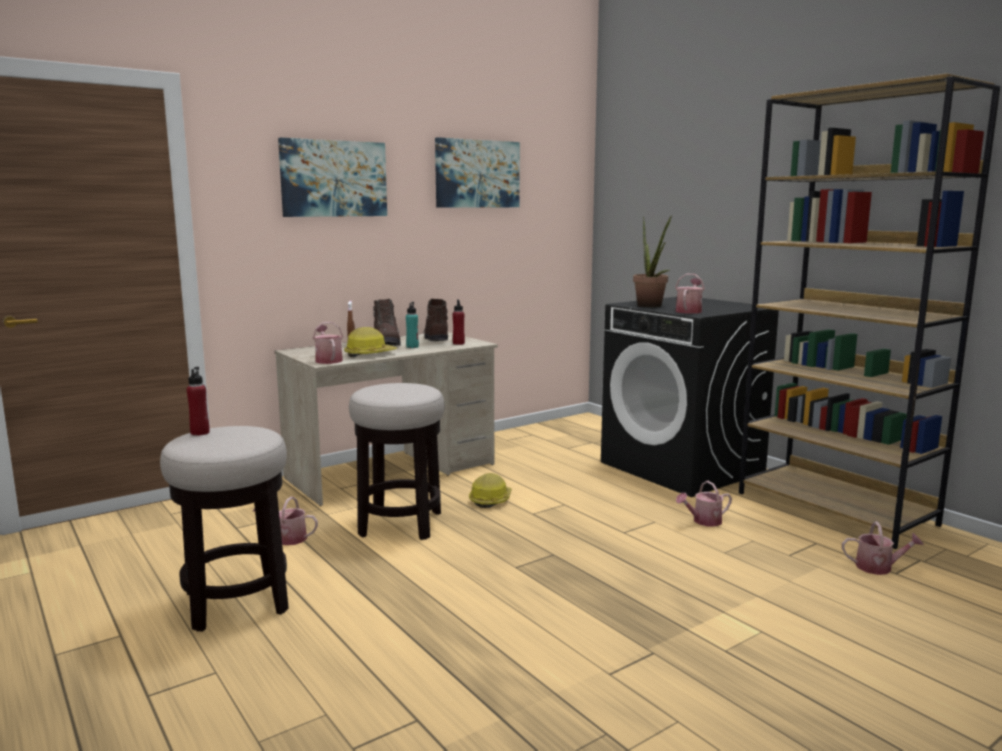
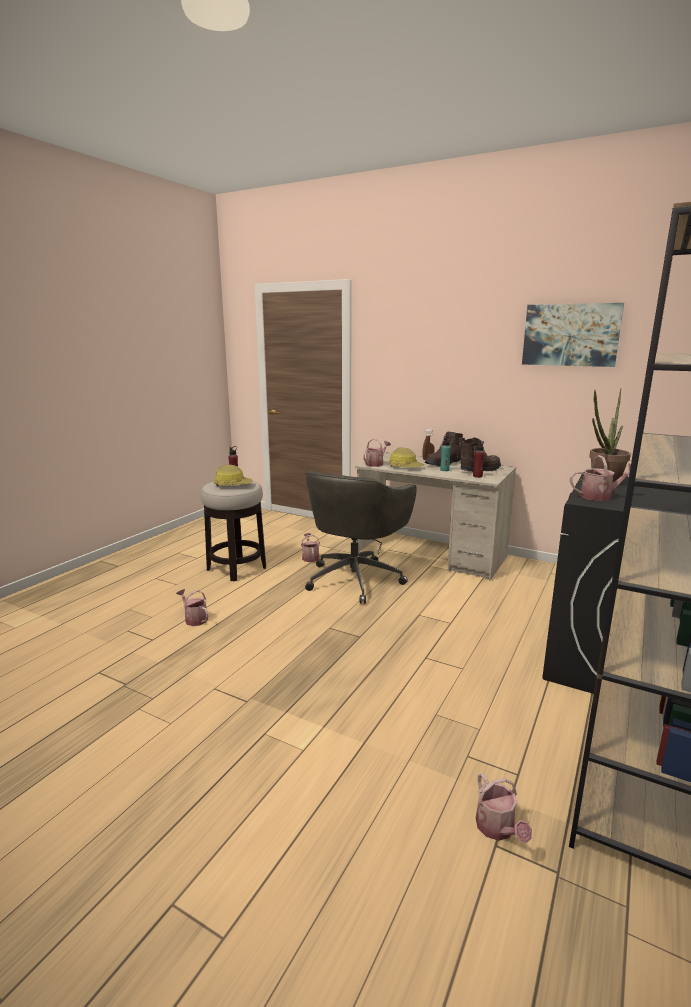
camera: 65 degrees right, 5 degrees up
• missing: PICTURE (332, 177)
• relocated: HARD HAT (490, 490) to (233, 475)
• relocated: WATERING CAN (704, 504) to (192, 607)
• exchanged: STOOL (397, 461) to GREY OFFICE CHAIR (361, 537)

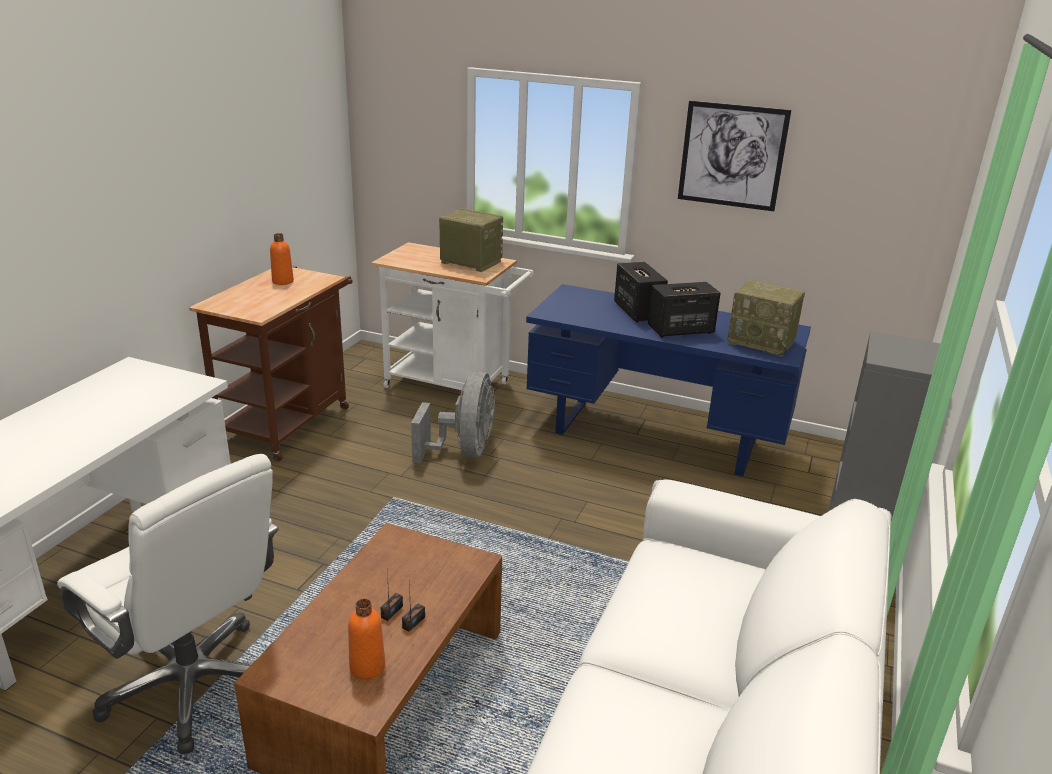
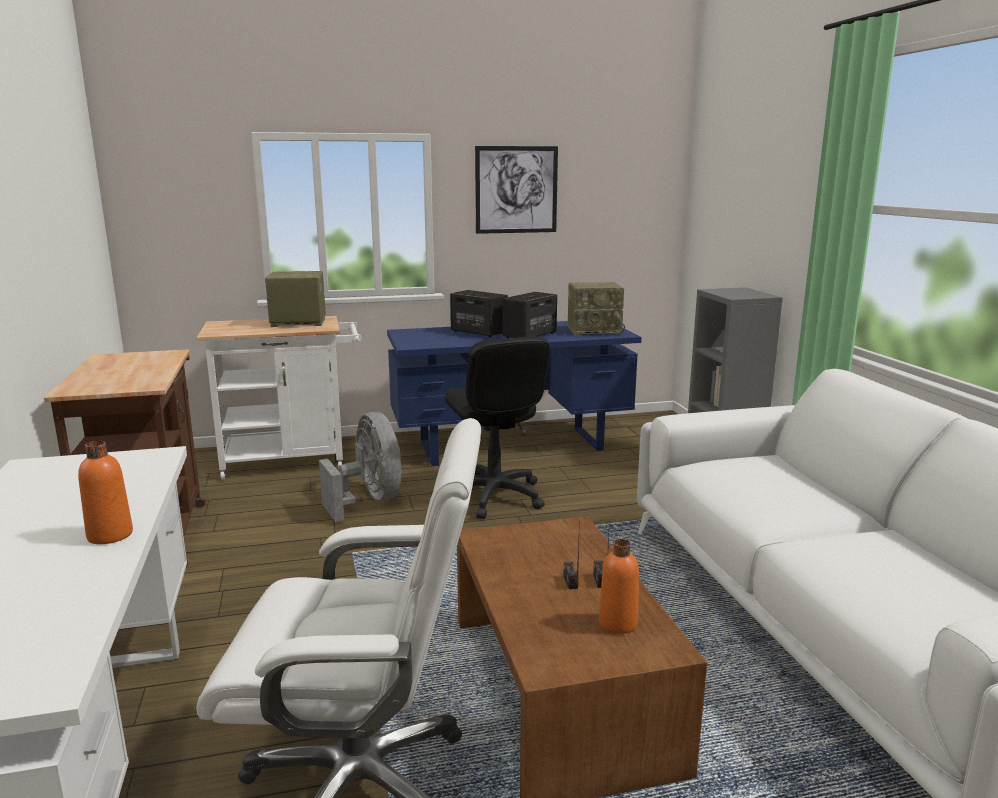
camera: 35 degrees left, 10 degrees down
• appeared: BLACK OFFICE CHAIR (497, 427)
• relocated: ORANGE BOTTLE (282, 259) to (105, 492)

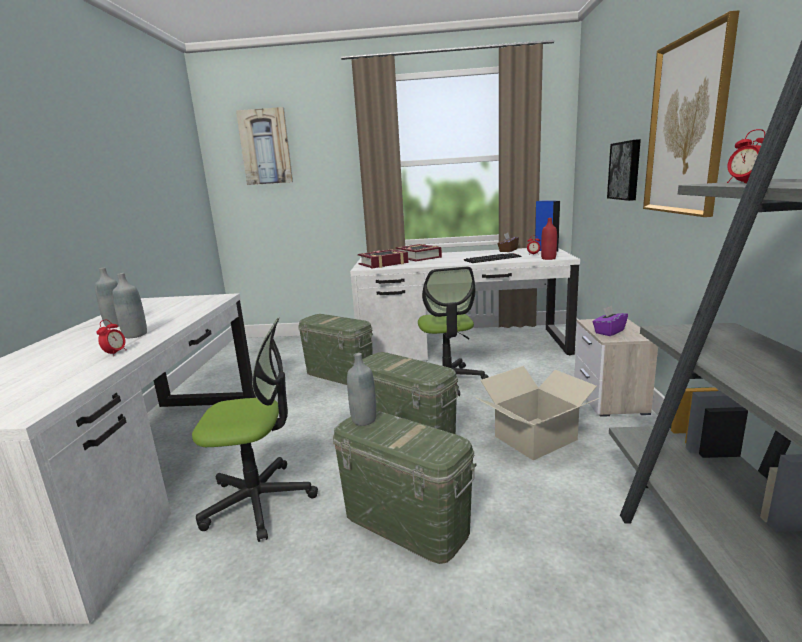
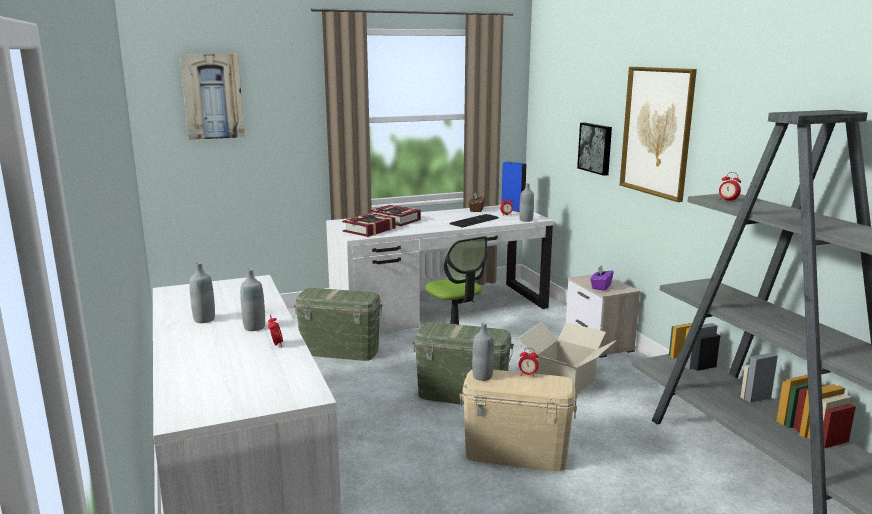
camera: 25 degrees left, 0 degrees up
• missing: OFFICE CHAIR (255, 430)
• appeared: ALARM CLOCK (529, 363)
• colour: GREEN STORAGE BOX (405, 487) to BEIGE STORAGE BOX (518, 420)
• colour: RED BOTTLE (549, 239) to GREY BOTTLE (526, 202)

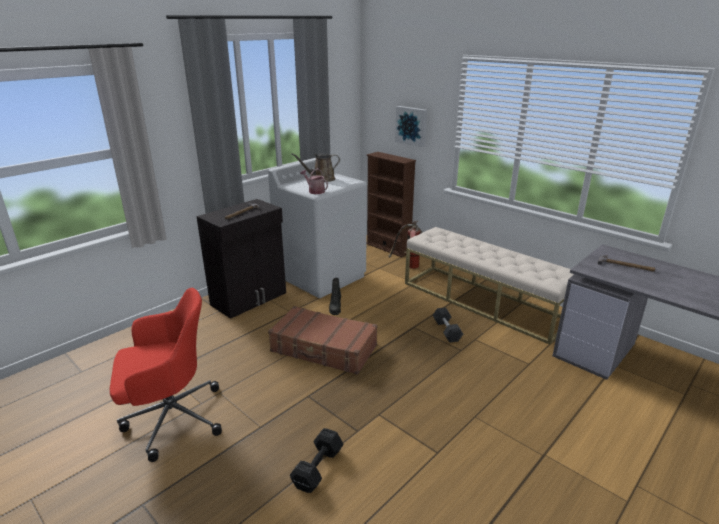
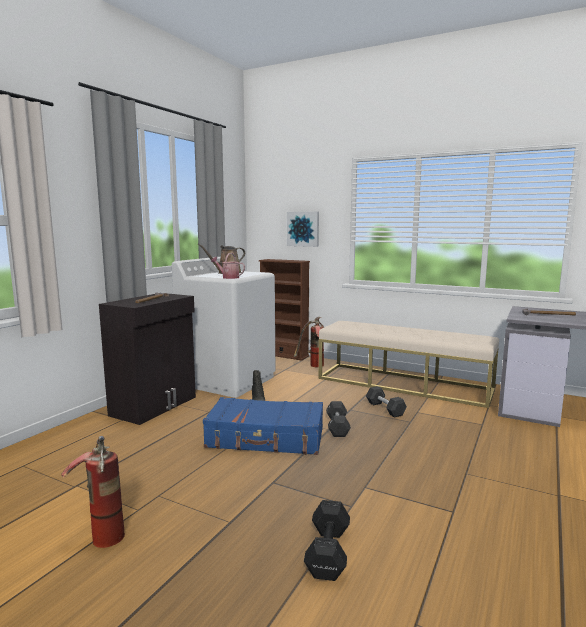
camera: 15 degrees left, 15 degrees down
• appeared: BLACK DUMBBELL (338, 419)
• exchanged: RED OFFICE CHAIR (166, 375) to FIRE EXTINGUISHER (93, 492)
• colour: BROWN SUITCASE (322, 340) to BLUE SUITCASE (263, 426)

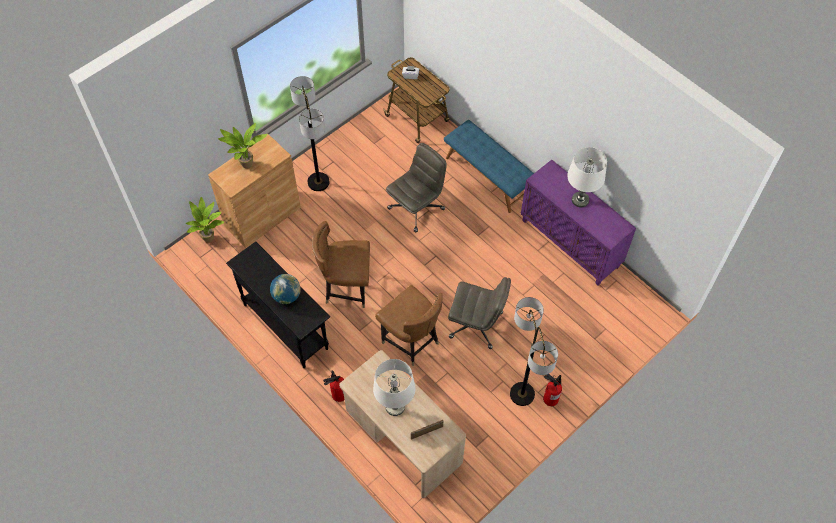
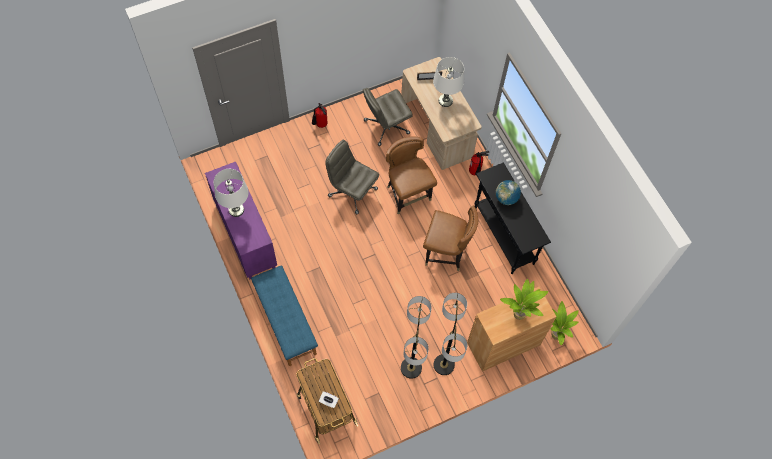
camera: 165 degrees left, 5 degrees up
• relocated: GREY OFFICE CHAIR (416, 187) to (388, 117)
• relocated: FLOOR LAMP (534, 351) to (416, 337)

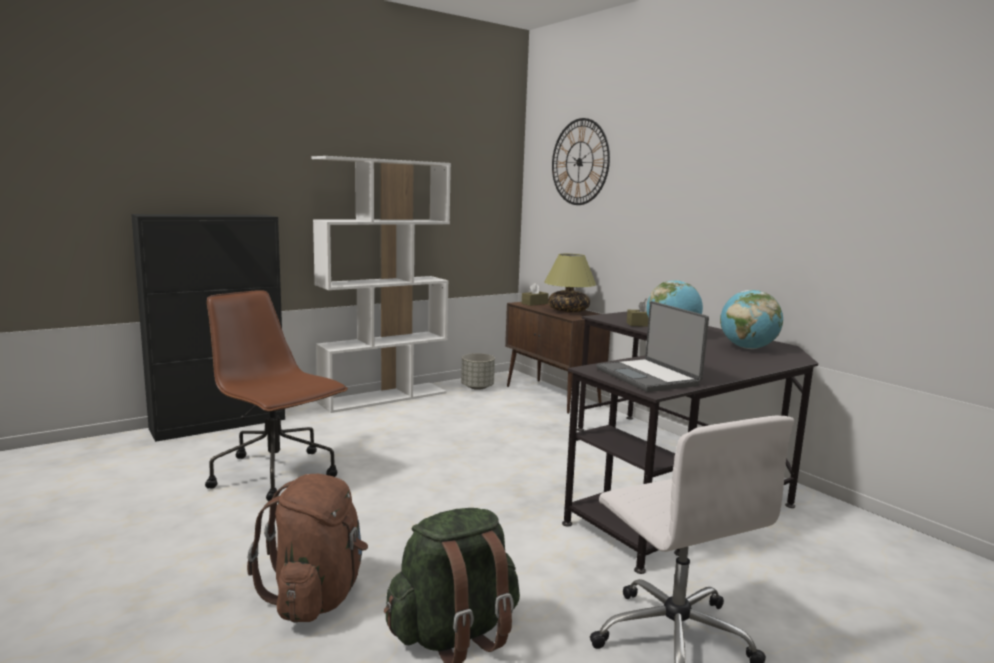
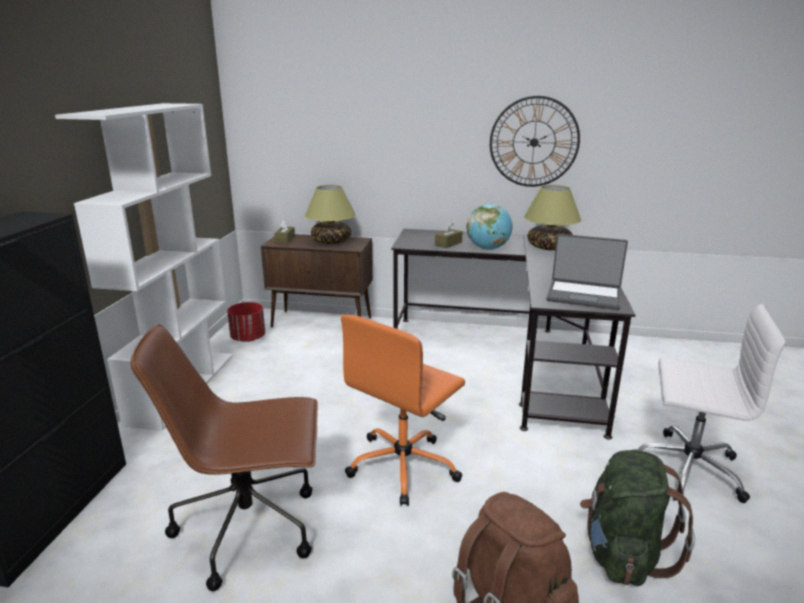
camera: 45 degrees left, 10 degrees up
• appeared: ORANGE OFFICE CHAIR (403, 410)
• relocated: WALL CLOCK (581, 161) to (535, 141)
• exchanged: GLOBE (751, 319) to TABLE LAMP (552, 217)
• colour: GREY PLANTER (478, 371) to RED PLANTER (246, 322)

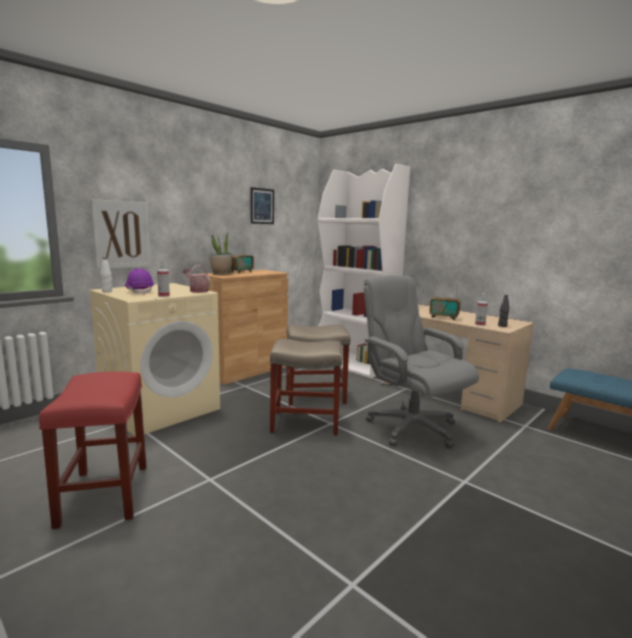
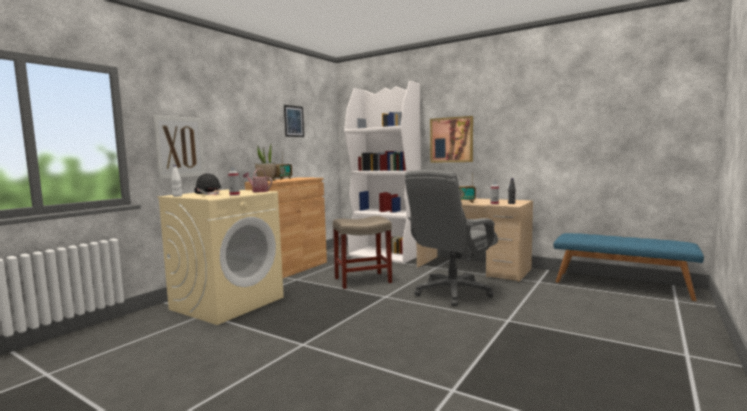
camera: 10 degrees left, 5 degrees down
• missing: RED STOOL (93, 450)
• missing: BEIGE STOOL (306, 387)
• appeared: PICTURE (451, 139)
• colour: PURPLE HARD HAT (139, 281) to BLACK HARD HAT (208, 184)
• spun: GREY OFFICE CHAIR (421, 361) = (451, 238) 90 degrees counterclockwise

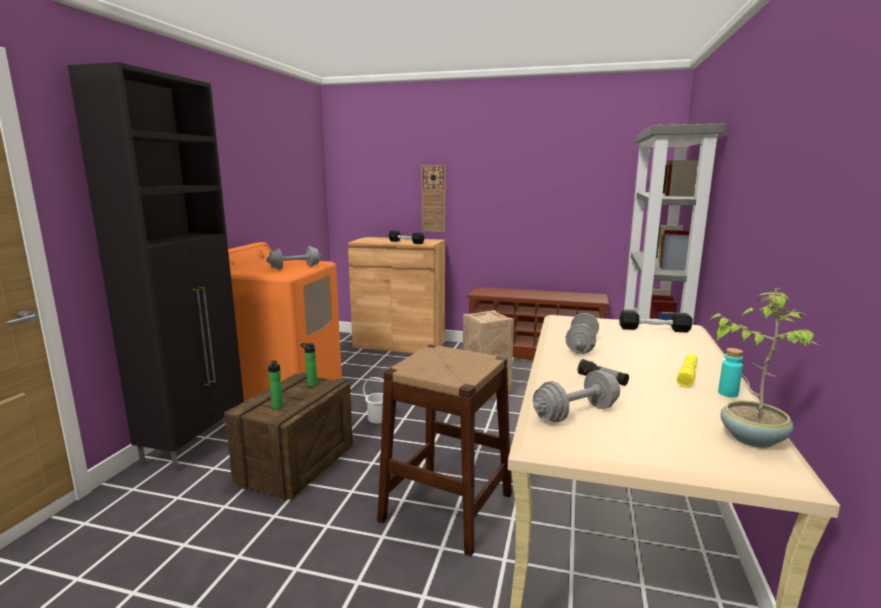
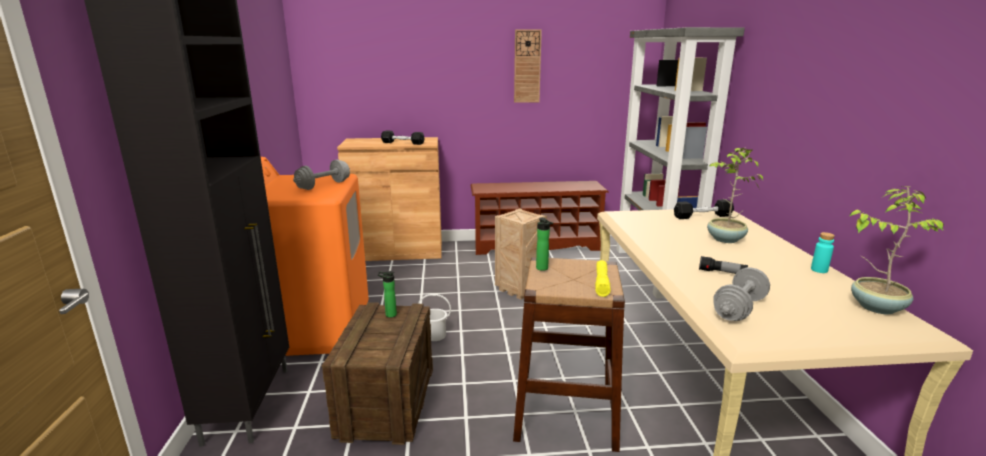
camera: 20 degrees left, 5 degrees up
• missing: GREY DUMBBELL (582, 333)
• appeared: POTTED PLANT (735, 195)
• relocated: BOTTLE (275, 384) to (544, 244)
• relocated: WALL CLOCK (433, 198) to (528, 66)
• relocated: YELLOW FLASHLIGHT (687, 370) to (603, 278)

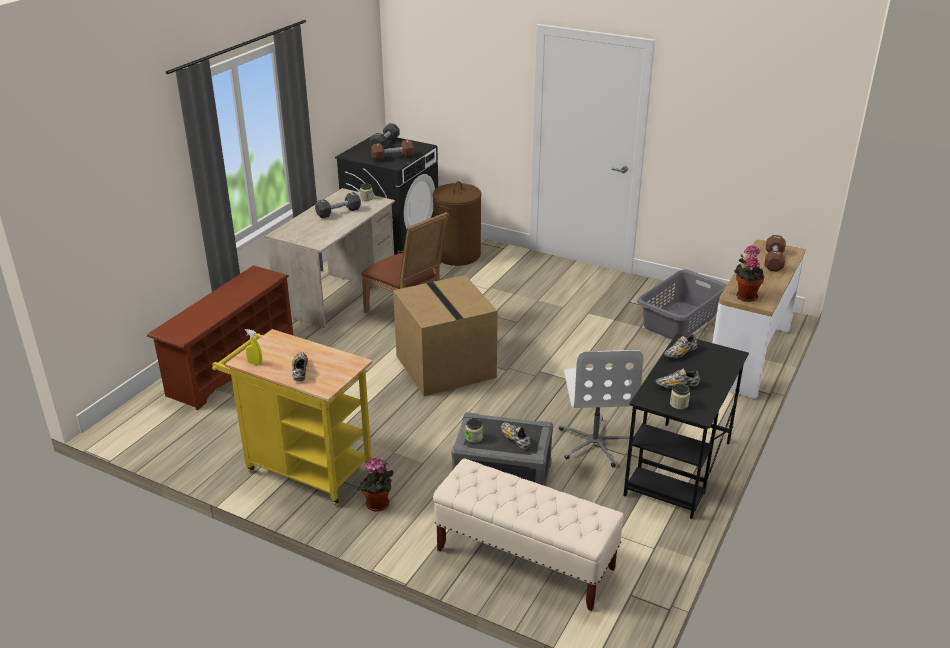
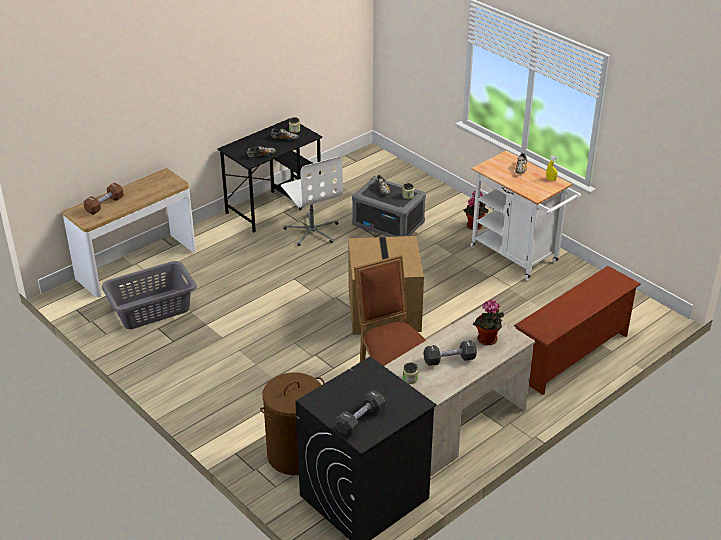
camera: 160 degrees left, 5 degrees up
• missing: BROWN DUMBBELL (393, 150)
• missing: BEIGE BENCH (528, 534)
• relocated: POTTED PLANT (749, 273) to (488, 322)
• colour: YELLOW CART (292, 417) to WHITE CART (525, 215)
• spun: WHITE OFFICE CHAIR (601, 408) = (312, 201) 135 degrees clockwise

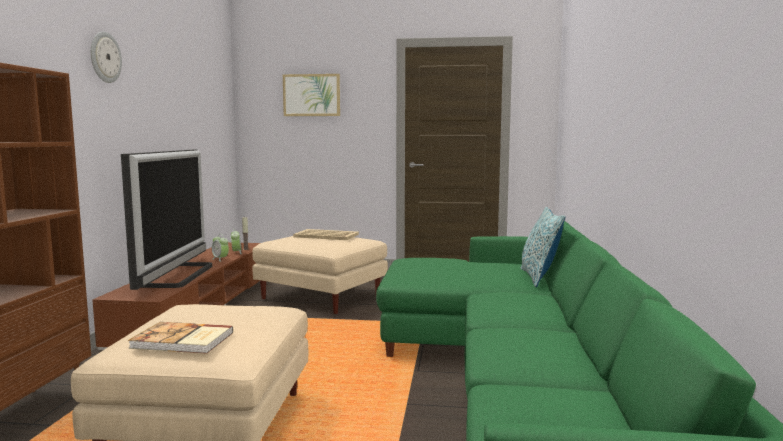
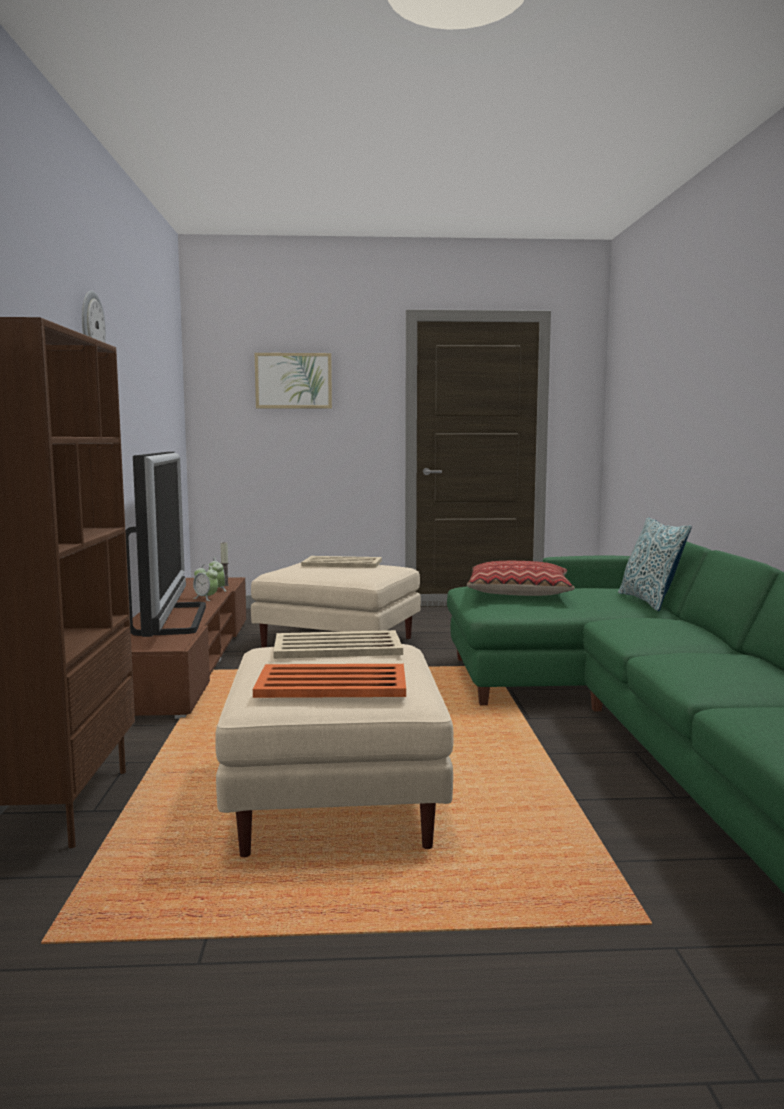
camera: 10 degrees left, 0 degrees up
• appeared: BEIGE TRAY (338, 644)
• appeared: PILLOW (521, 578)
• exchanged: BOOK (180, 338) to ORANGE TRAY (329, 681)

